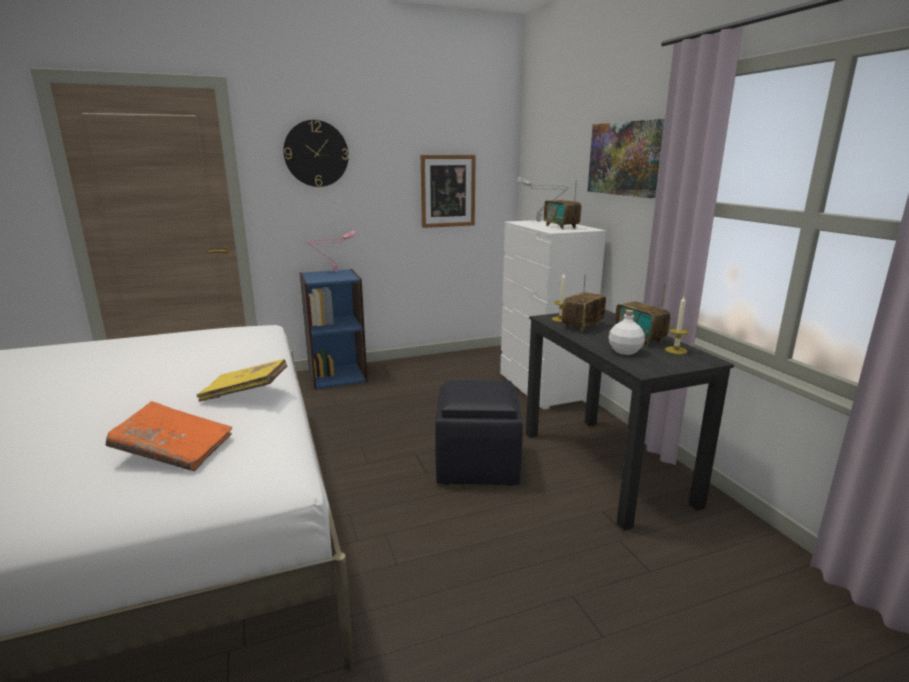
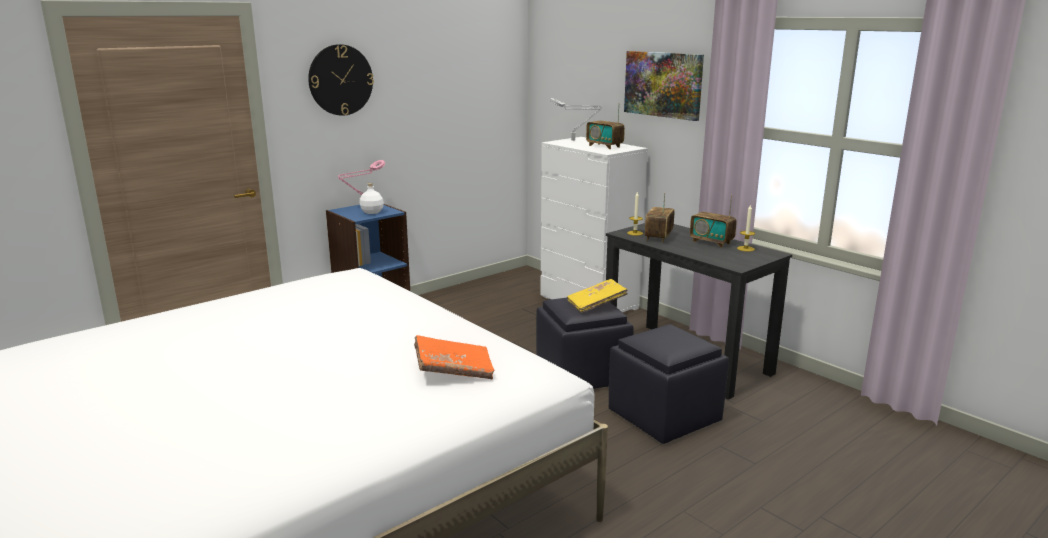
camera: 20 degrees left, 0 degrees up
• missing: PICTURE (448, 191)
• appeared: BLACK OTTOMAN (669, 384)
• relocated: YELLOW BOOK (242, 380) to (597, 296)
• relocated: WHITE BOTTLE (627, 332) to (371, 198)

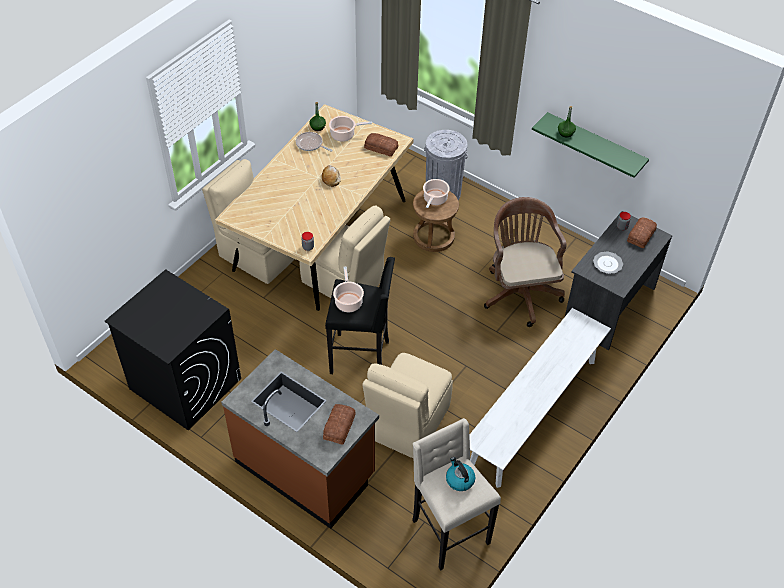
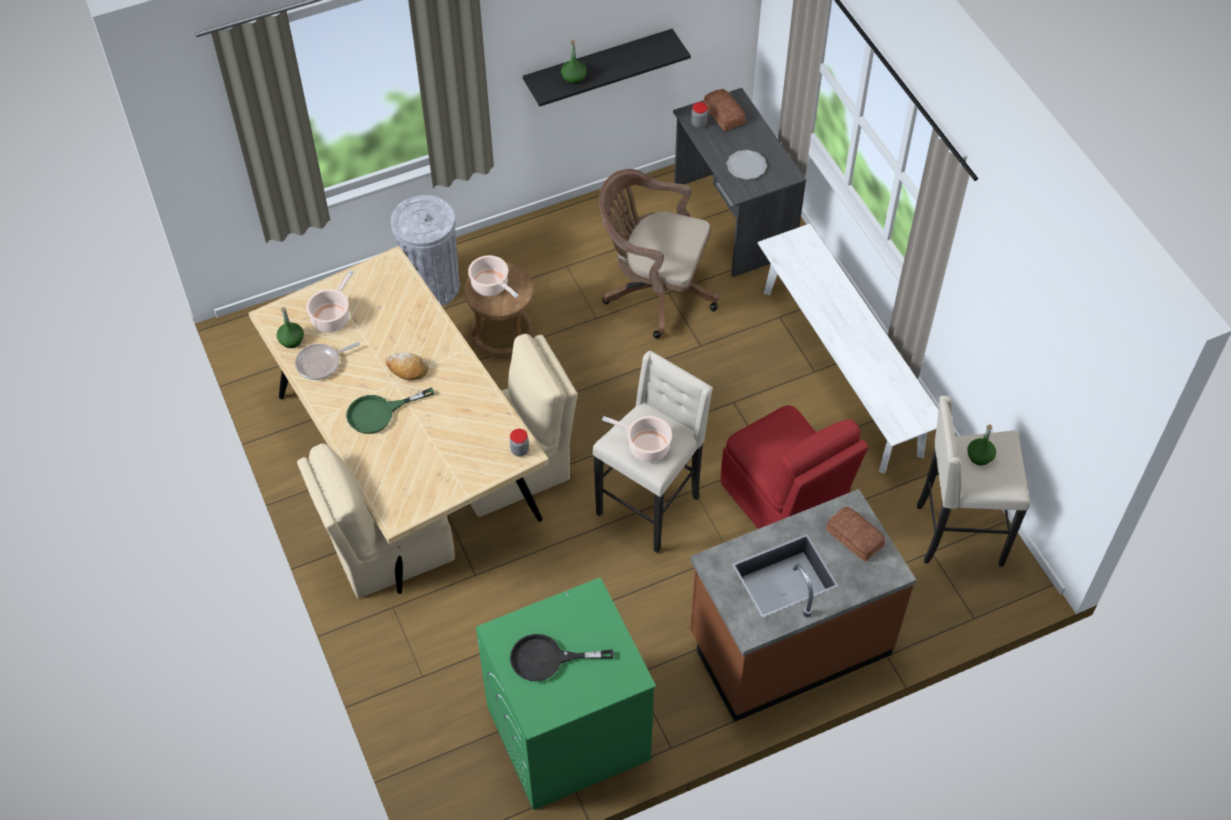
camera: 60 degrees left, 5 degrees up
• missing: BREAD (381, 145)
• appeared: GREEN FRYING PAN (390, 410)
• appeared: BLACK FRYING PAN (562, 657)
• exchanged: KETTLE (460, 474) to GREEN BOTTLE (981, 444)
• colour: BLACK WASHING MACHINE (173, 350) to GREEN WASHING MACHINE (566, 693)
• colour: BLACK STOOL (360, 315) to BEIGE STOOL (652, 452)
• colour: BEIGE CHAIR (407, 406) to RED CHAIR (794, 467)
• colour: GREEN SHELF (590, 145) to BLACK SHELF (607, 67)

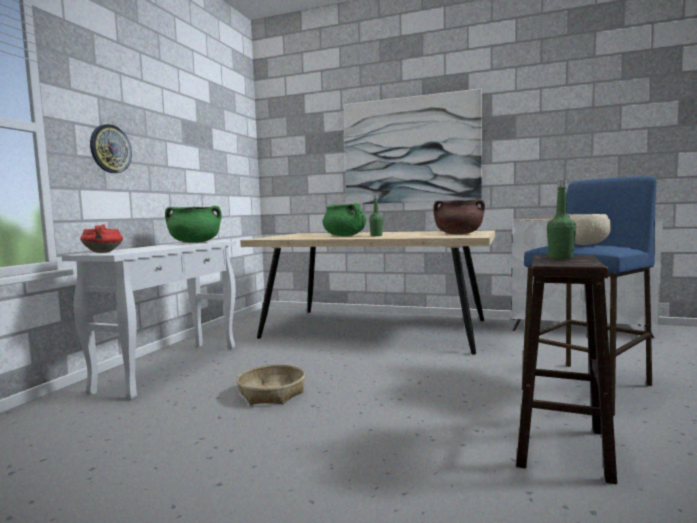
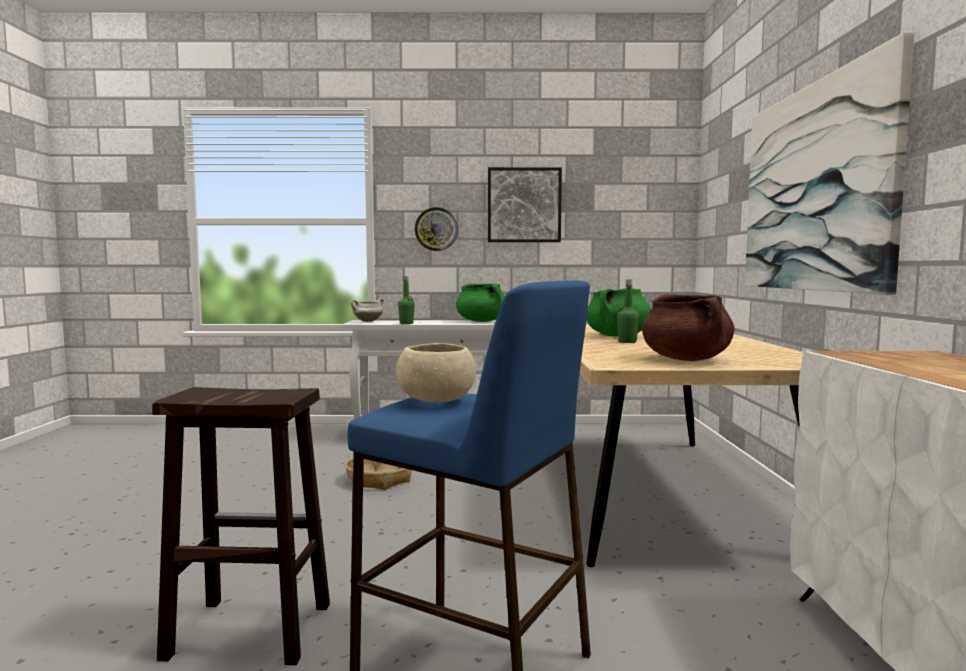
camera: 70 degrees right, 0 degrees up
• appeared: PICTURE (525, 204)
• relocated: GREEN BOTTLE (561, 219) to (406, 300)
• colour: RED COOKING POT (101, 238) to WHITE COOKING POT (367, 310)

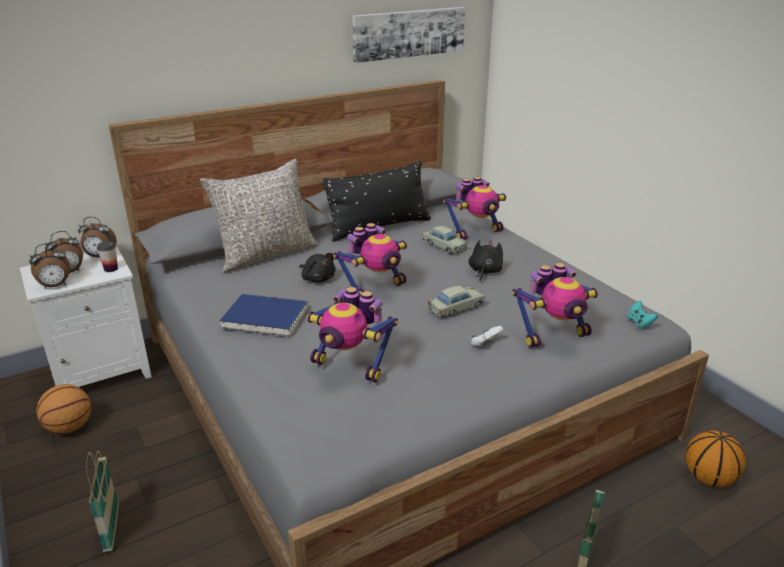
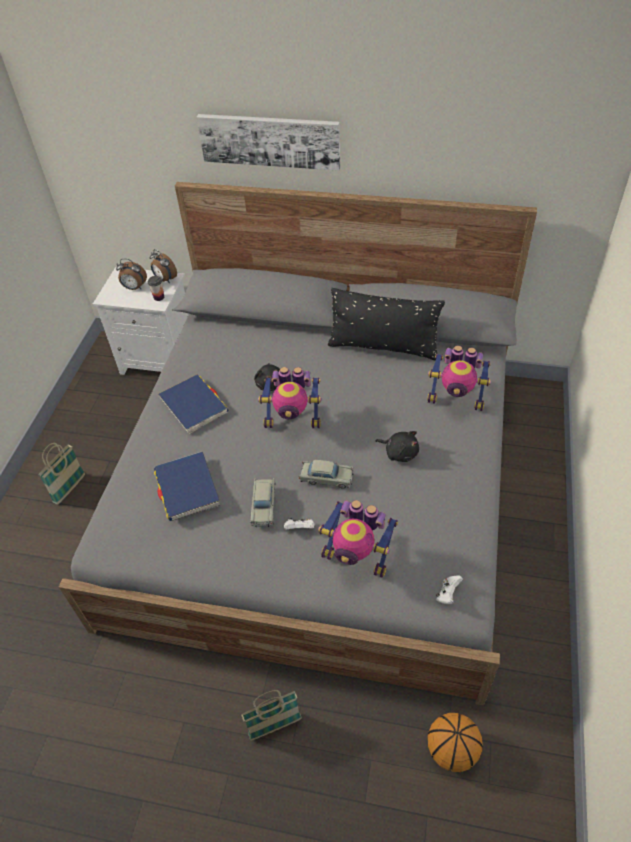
camera: 45 degrees right, 20 degrees up
• missing: ALARM CLOCK (49, 266)
• missing: BASKETBALL (63, 409)
• missing: GREY PILLOW (259, 215)
• relocated: PICTURE (408, 35) to (268, 142)
• relocated: BEIGE TOY CAR (445, 240) to (262, 502)
• exchanged: TOY ROBOT (352, 334) to BLUE BOOK (187, 486)
• colour: TURQUOISE GAME CONTROLLER (642, 315) to WHITE GAME CONTROLLER (449, 589)
• spun: BLACK PLUSH TOY (486, 260) = (397, 446) 60 degrees clockwise

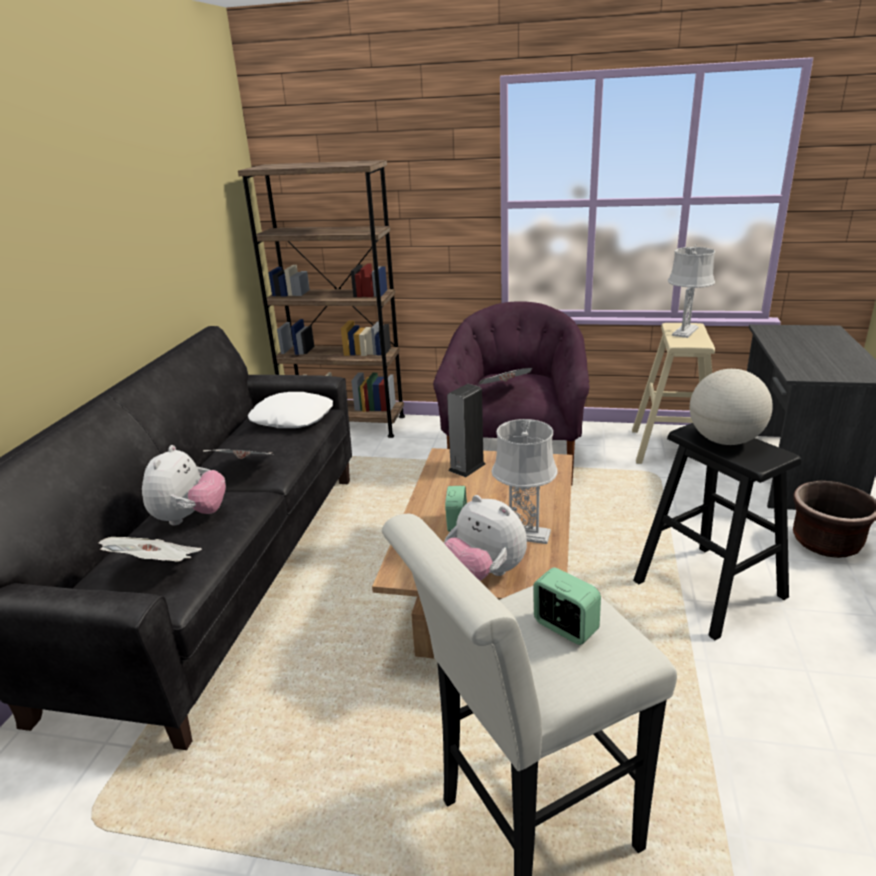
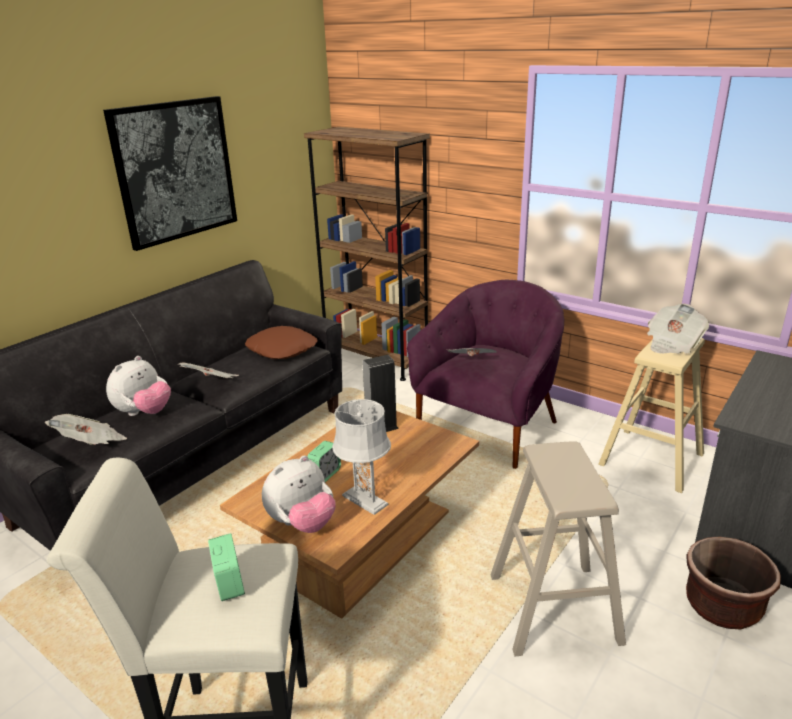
camera: 25 degrees right, 0 degrees up
• missing: GLOBE (731, 407)
• appeared: PICTURE (170, 173)
• exchanged: GREY TABLE LAMP (691, 291) to NEWSPAPER (678, 329)
• colour: WHITE PILLOW (290, 410) to BROWN PILLOW (281, 342)
• colour: BLACK STOOL (717, 531) to BEIGE STOOL (558, 548)
• spun: PLUSH TOY (485, 538) = (299, 494) 105 degrees counterclockwise

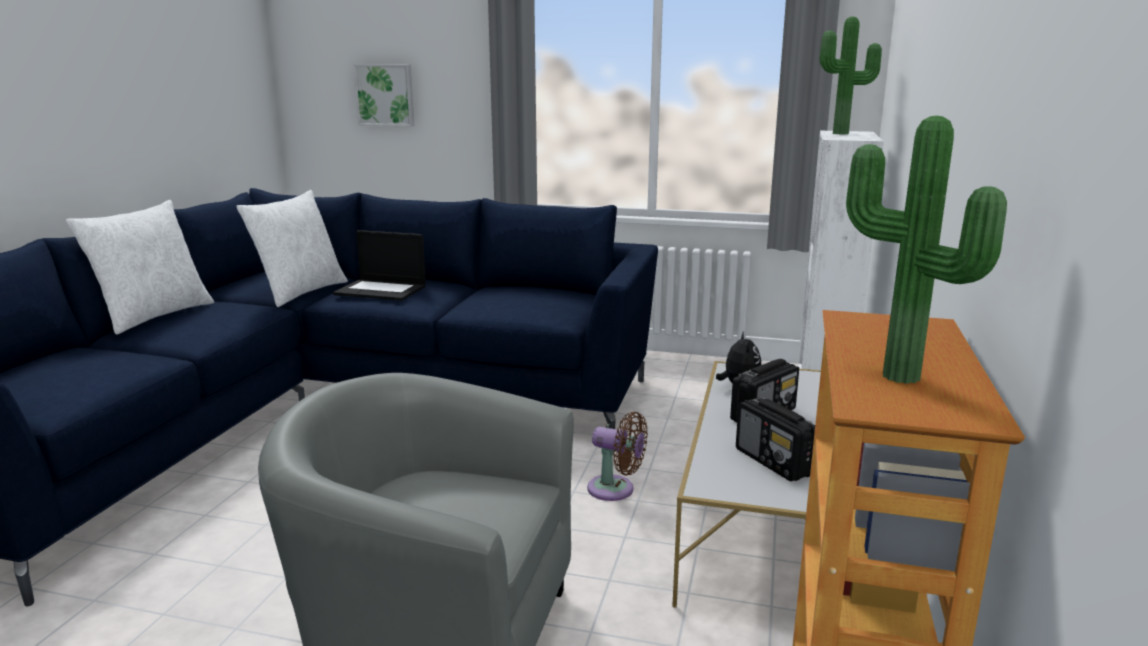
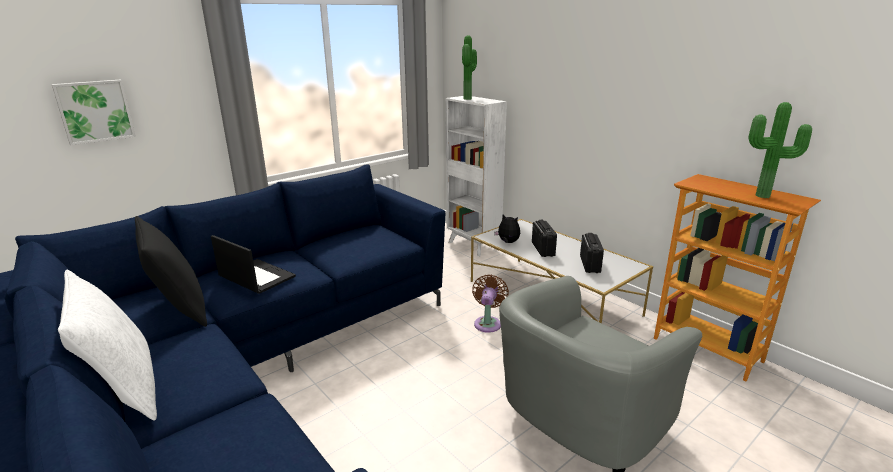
camera: 55 degrees left, 5 degrees up
• colour: WHITE PILLOW (292, 248) to BLACK PILLOW (171, 271)
• spun: LAPTOP (379, 265) = (253, 264) 105 degrees counterclockwise
• spun: BROWN FAN (617, 456) = (490, 304) 45 degrees counterclockwise
• spun: RADIO (775, 439) = (592, 253) 90 degrees counterclockwise

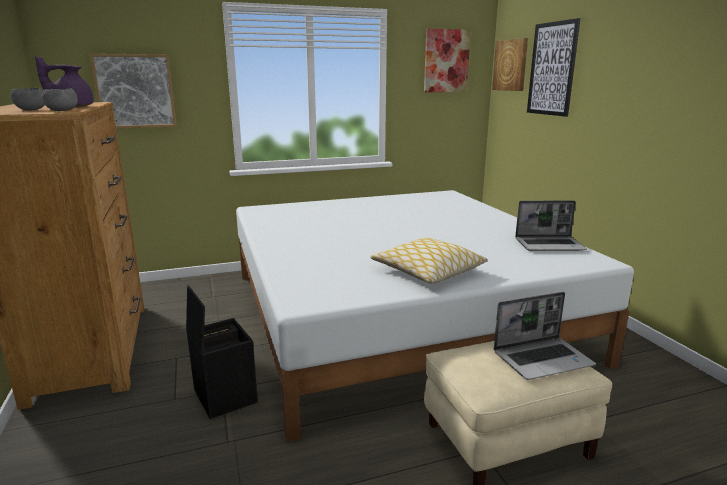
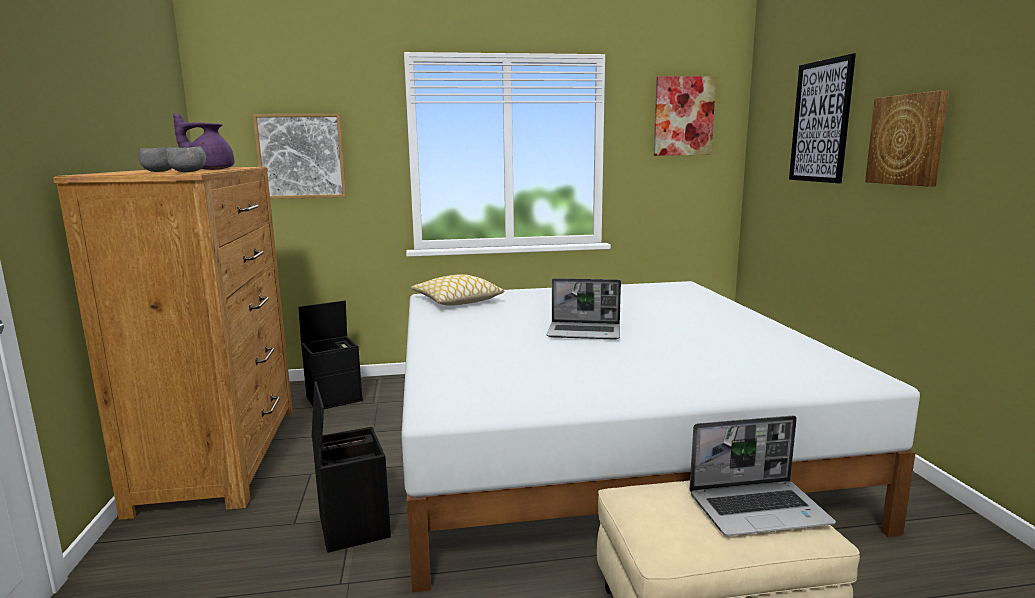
camera: 10 degrees right, 5 degrees down
• appeared: BLACK STORAGE BOX (330, 355)
• relocated: PILLOW (429, 261) to (458, 290)
• relocated: PICTURE (510, 64) to (907, 138)
• relocated: LAPTOP (551, 226) to (584, 309)

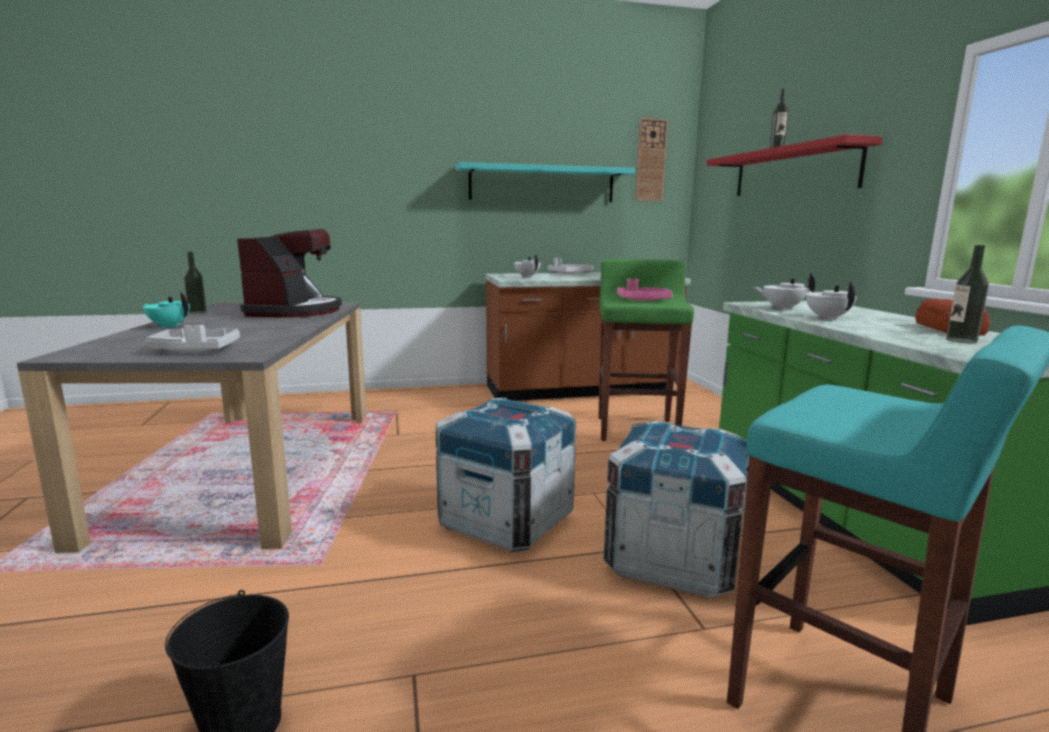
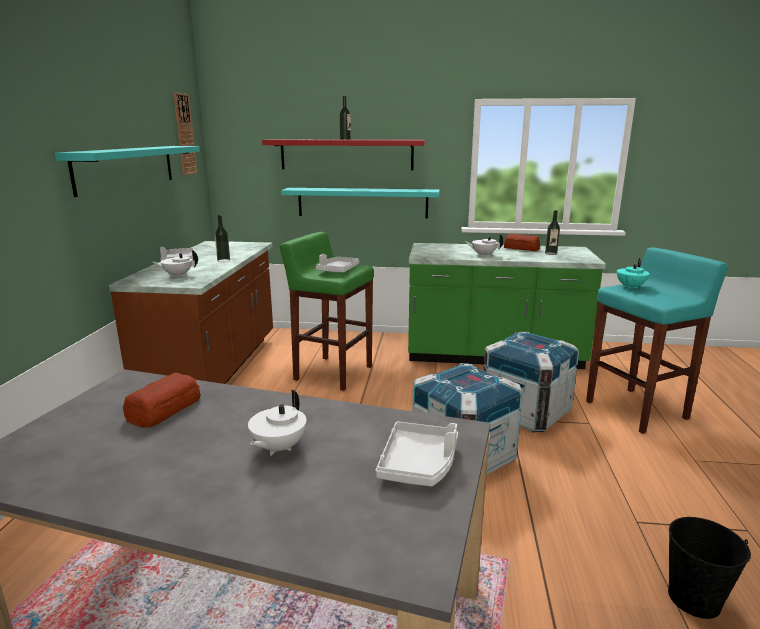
camera: 70 degrees left, 5 degrees up
• appeared: TURQUOISE SHELF (360, 203)
• relocated: TURQUOISE TEAPOT (166, 310) to (633, 274)
• relocated: BOTTLE (195, 283) to (222, 238)
• relocated: WHITE TEAPOT (784, 291) to (277, 423)
• exchanged: COFFEE MACHINE (289, 273) to BREAD (162, 400)
• colour: PINK TRAY (645, 289) to GREY TRAY (337, 263)

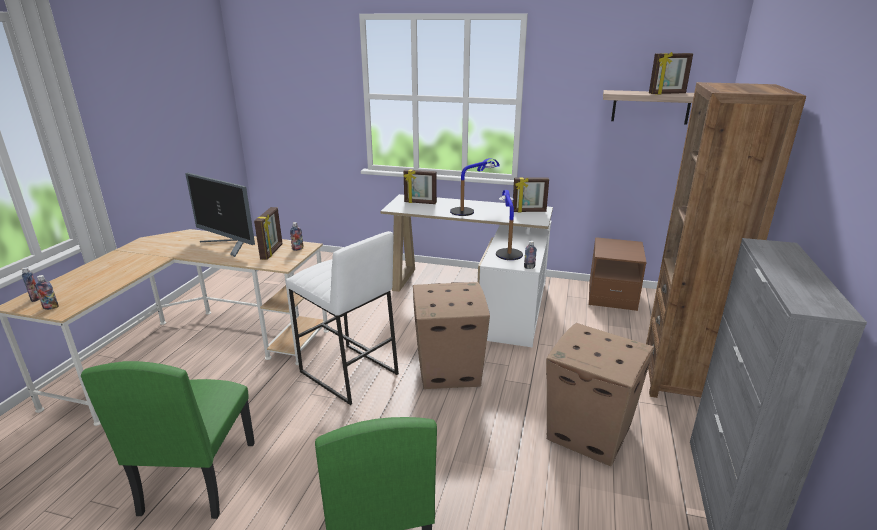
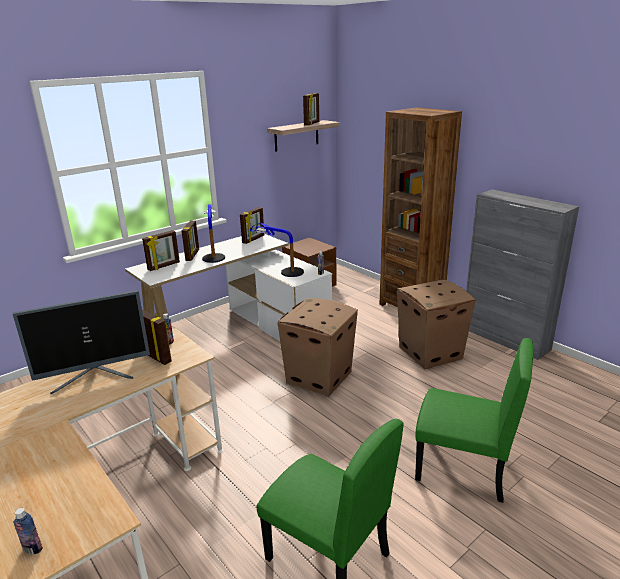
camera: 55 degrees left, 0 degrees up
• missing: BOTTLE (46, 292)
• missing: WHITE STOOL (342, 318)
• appeared: PICTURE FRAME (190, 240)

